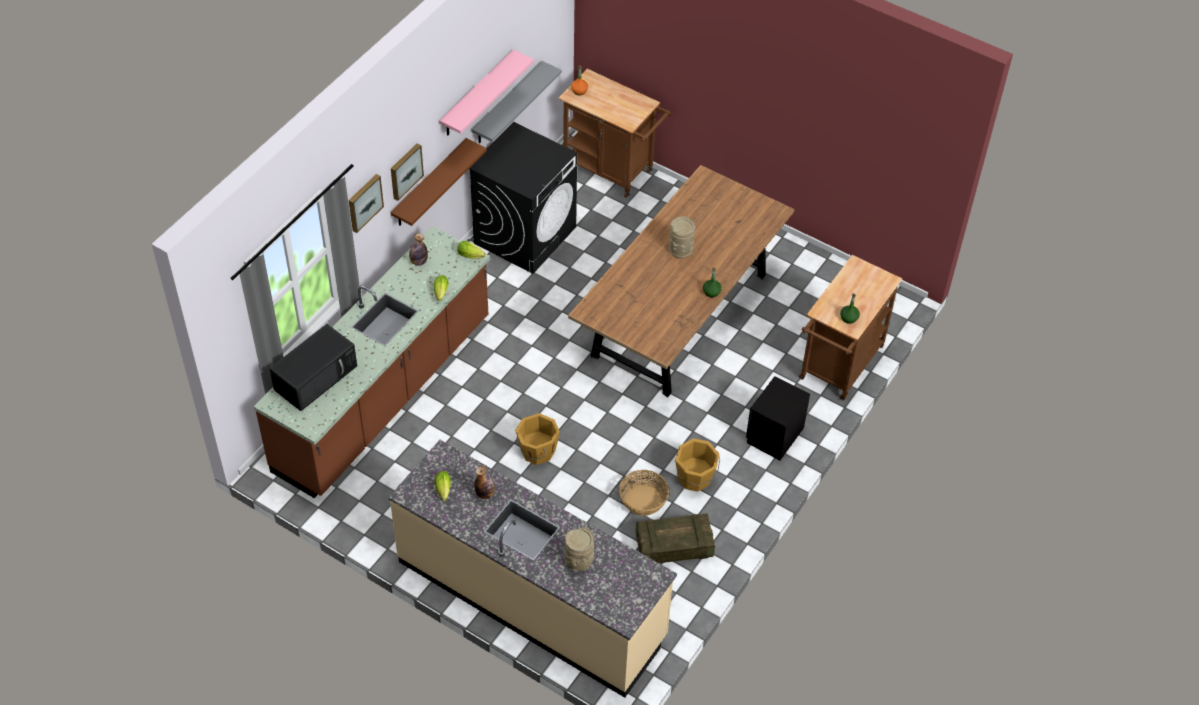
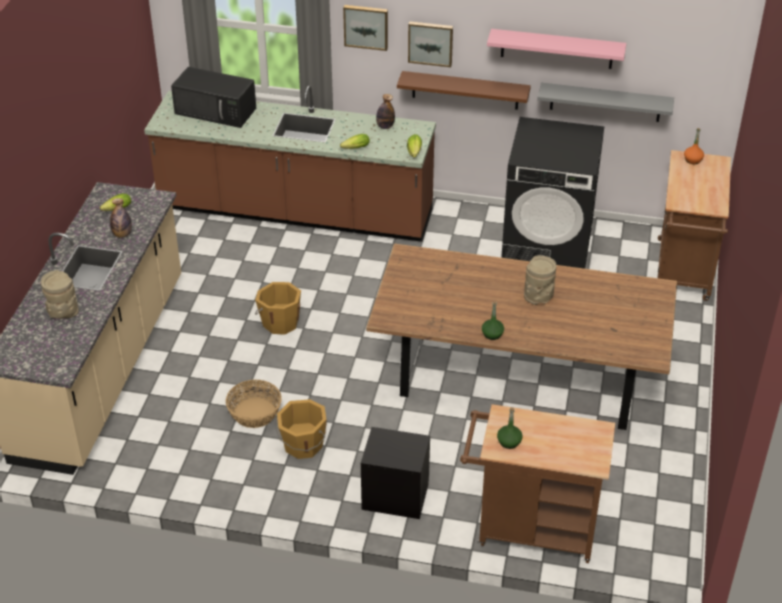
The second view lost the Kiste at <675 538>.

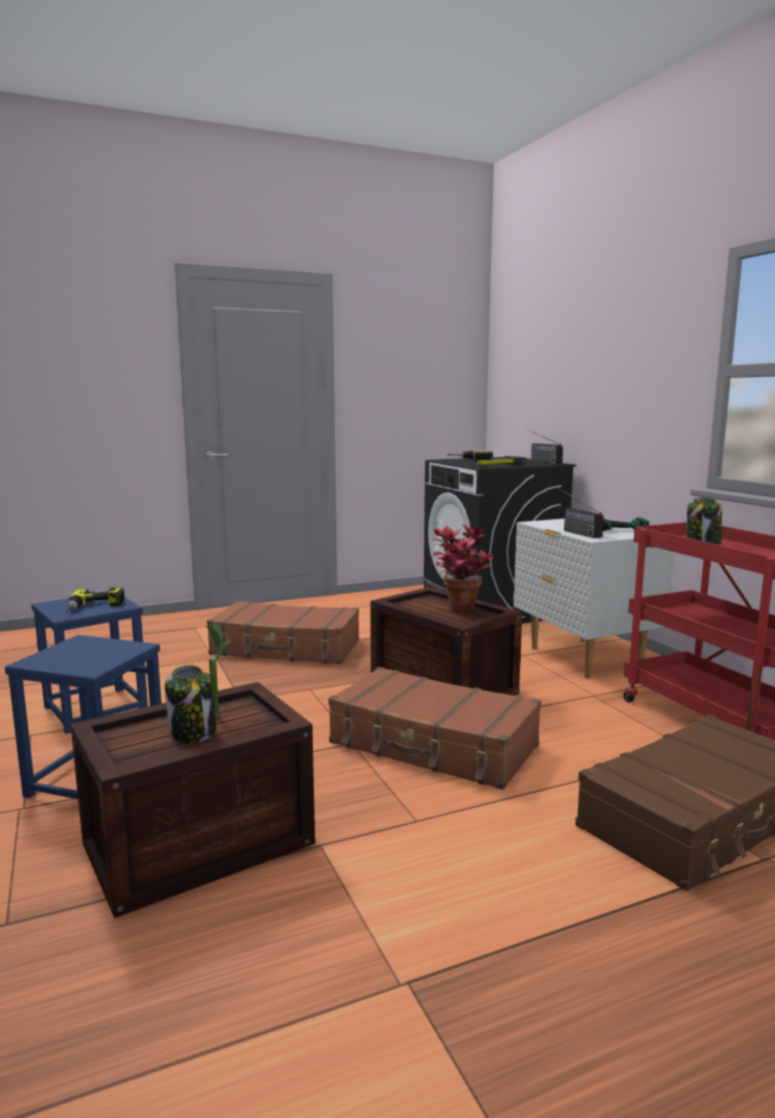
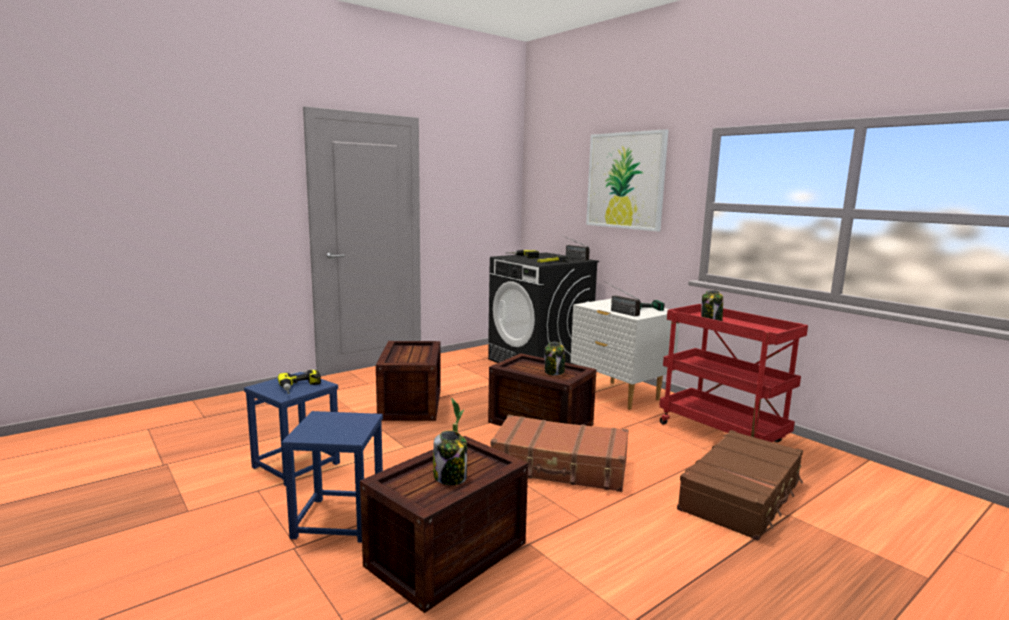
The second view gained the Bild at <627 180>.
Where the Koffer/braun stood at <283 632>, the Kiste came to stand at <408 381>.
Where the Topfpflanze stood at <463 568>, the Vorratsglas came to stand at <554 358>.

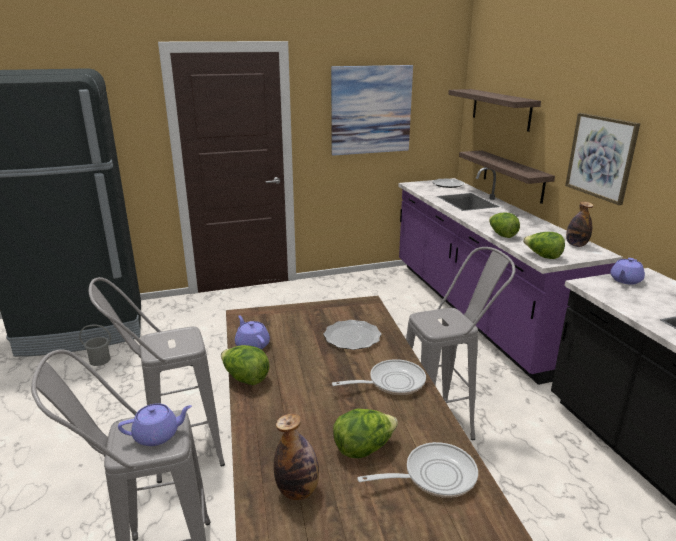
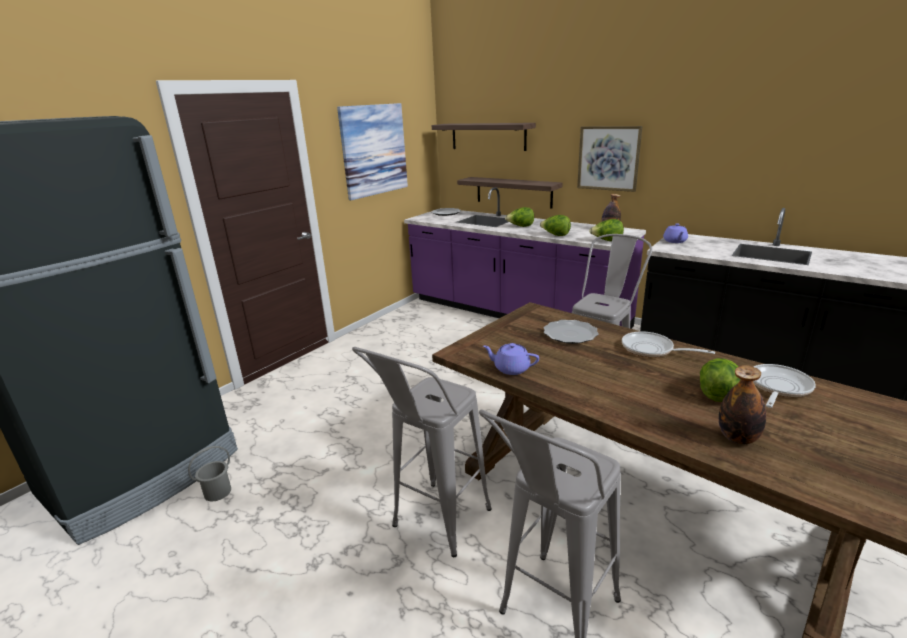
The second view lost the Teekanne/lila at <155 424>.
The Salatkopf ended up elsewhere, having gone from <245 365> to <519 217>.
The Pfanne at <379 377> ended up facing another way, 90 degrees counterclockwise from before.

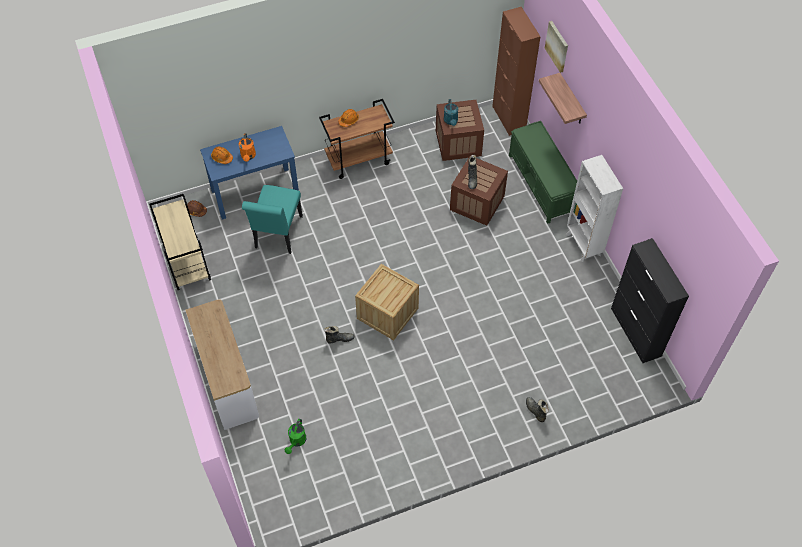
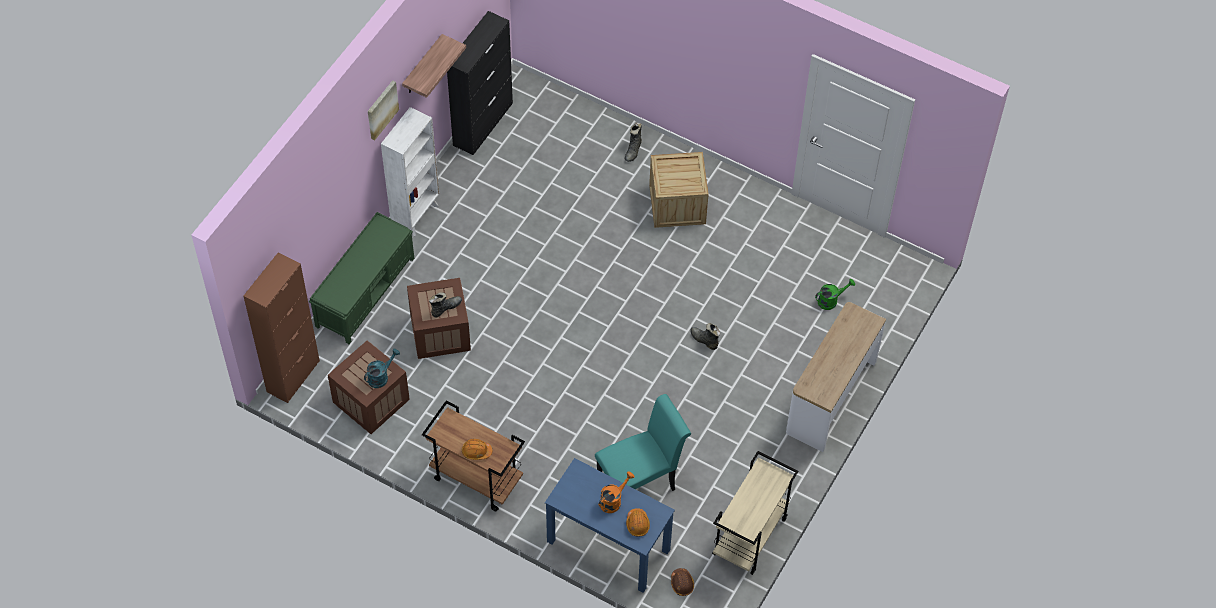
The Kiste ended up elsewhere, having gone from <387 302> to <679 190>.
The Wandregal ended up elsewhere, having gone from <563 98> to <434 66>.
The Bild ended up elsewhere, having gone from <556 47> to <383 110>.

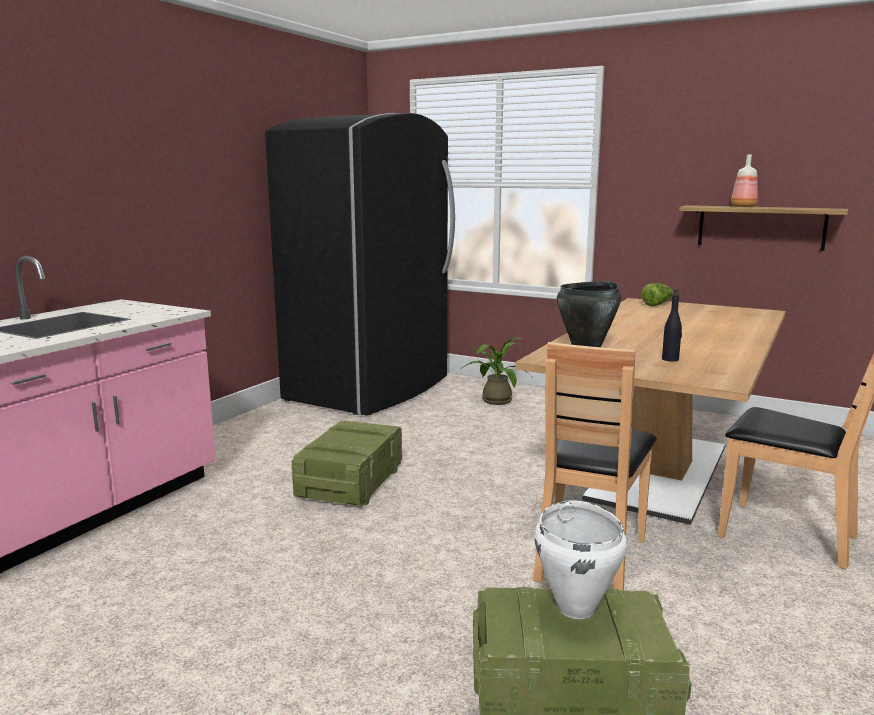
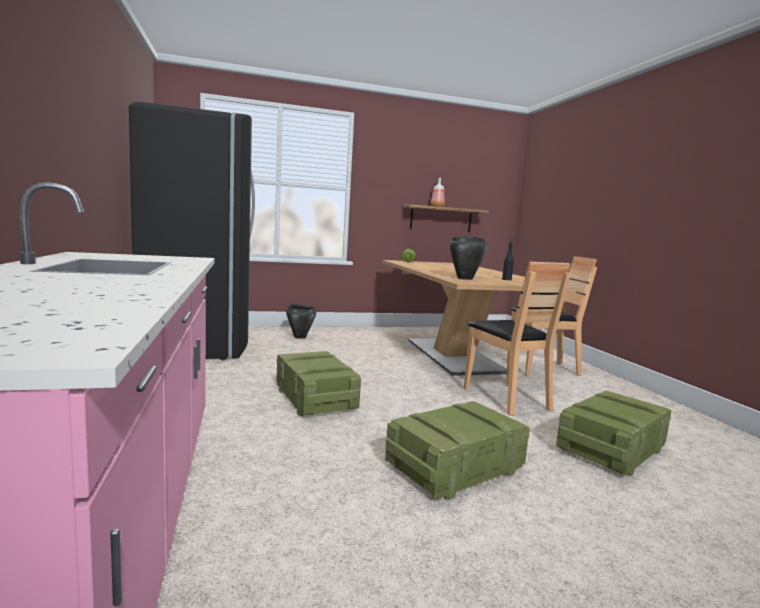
The second view lost the Kochtopf/weiß at <580 559>.
The second view gained the Kiste at <457 450>.
Where the Topfpflanze stood at <495 371>, the Kochtopf/schwarz came to stand at <301 321>.

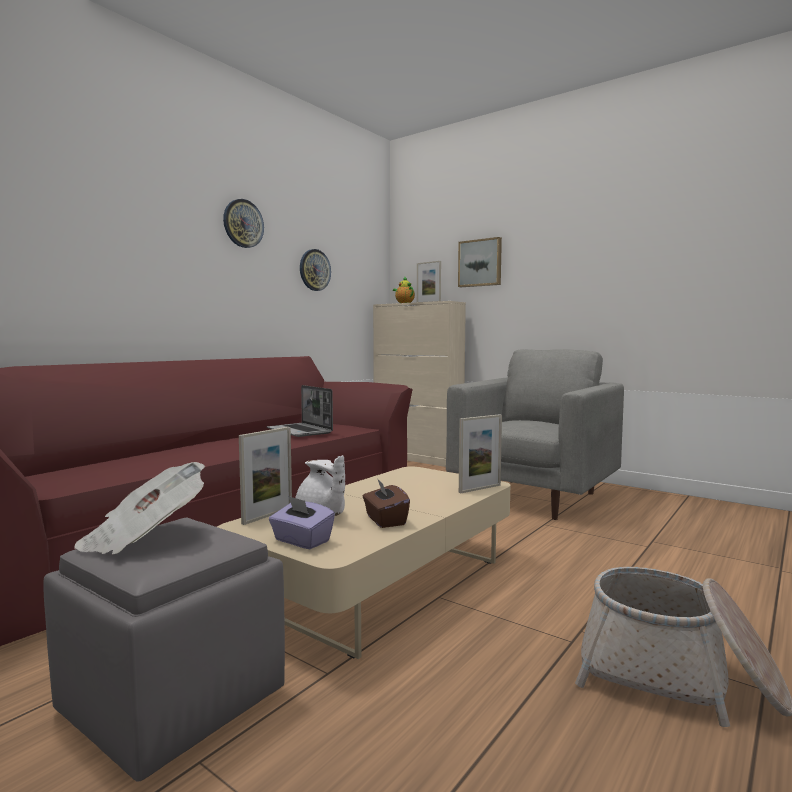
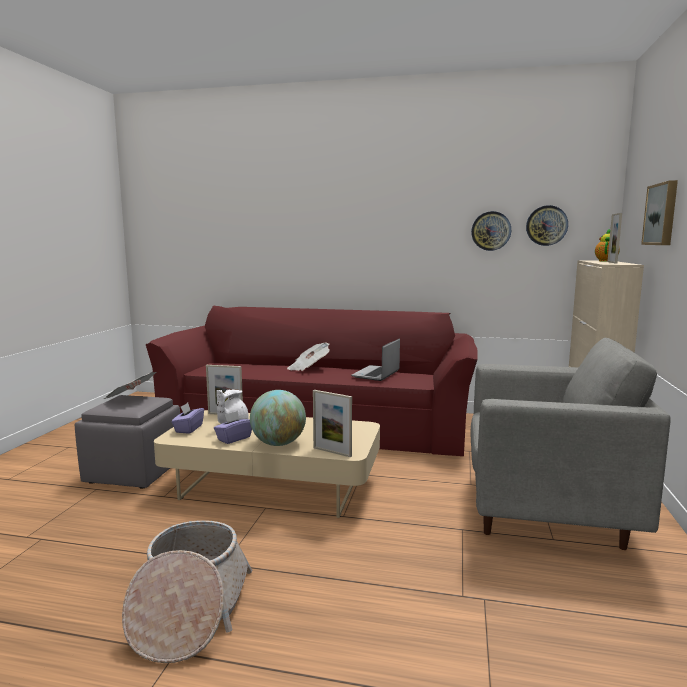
The second view gained the Globus at <278 418>.
The second view gained the Zeitung at <308 357>.
The Wanduhr ended up elsewhere, having gone from <243 223> to <547 225>.
What was the Taschentuchbox/braun at <386 504> turned into the Taschentuchbox/lila at <233 427>.

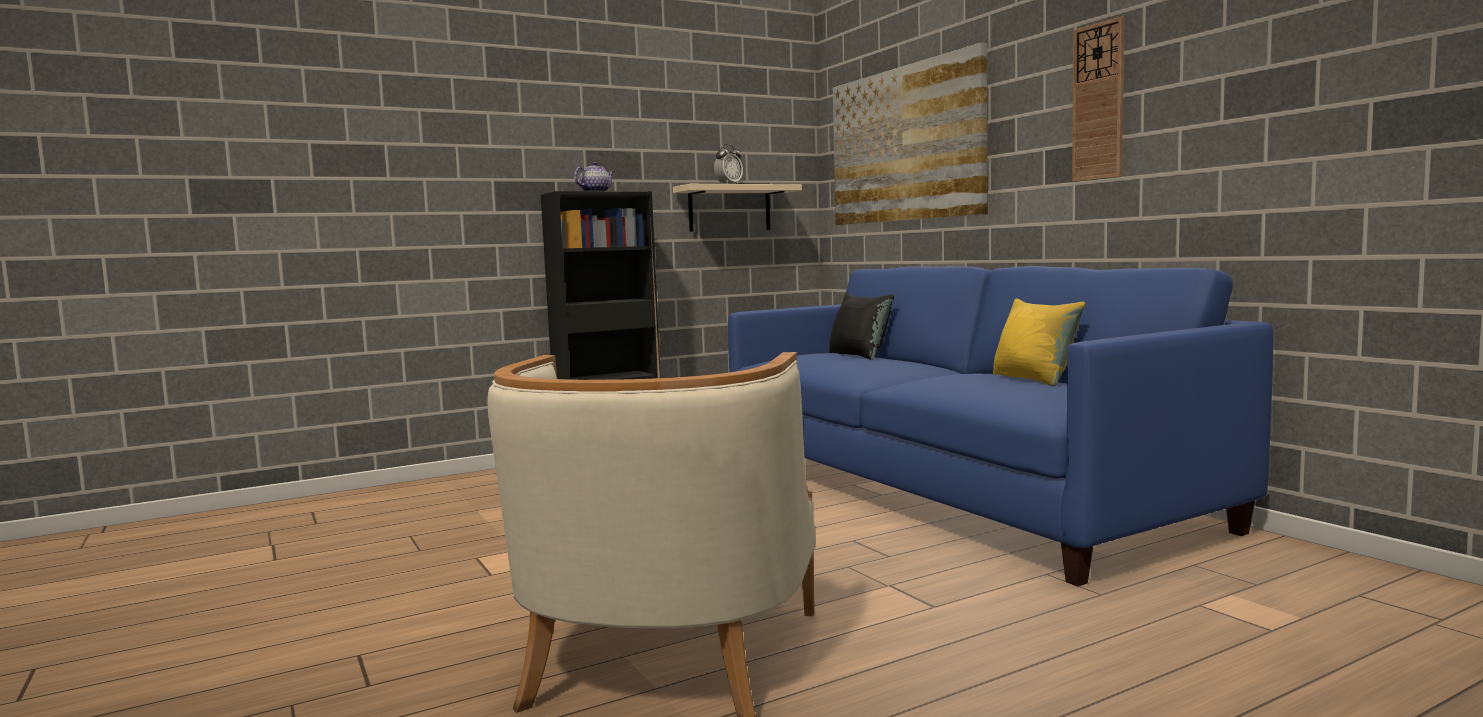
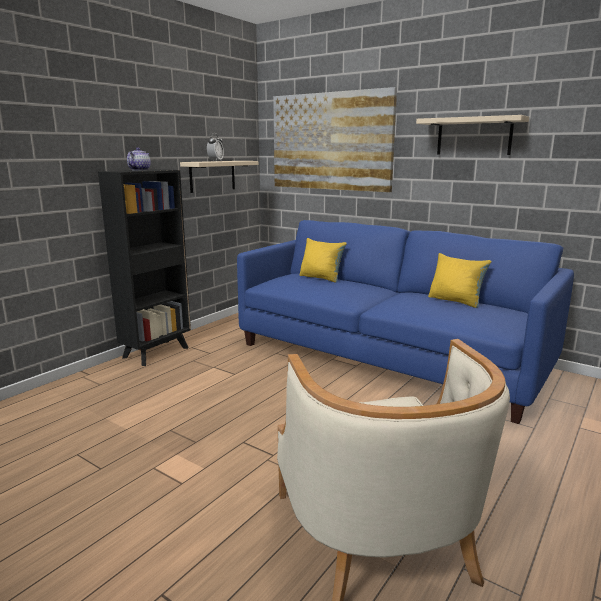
Where the Wanduhr hung at <1098 99>, the Wandregal/beige came to hang at <472 135>.
What was the Kissen/schwarz at <861 326> turned into the Kissen/gelb at <323 260>.

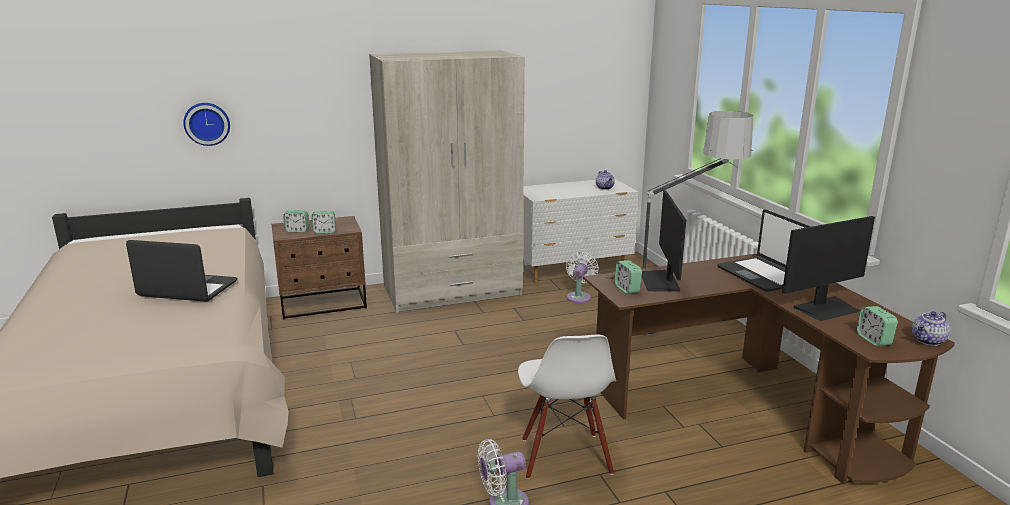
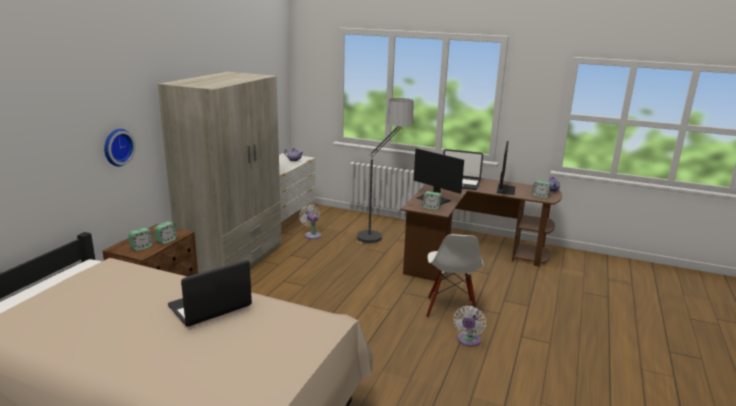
The Wanduhr ended up elsewhere, having gone from <206 124> to <120 147>.
The Stuhl/weiß at <567 407> ended up facing another way, 60 degrees clockwise from before.

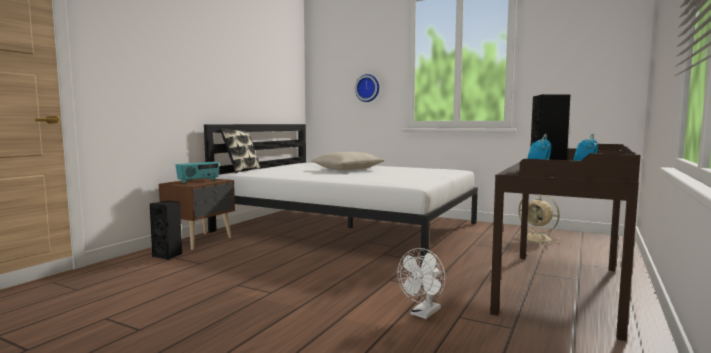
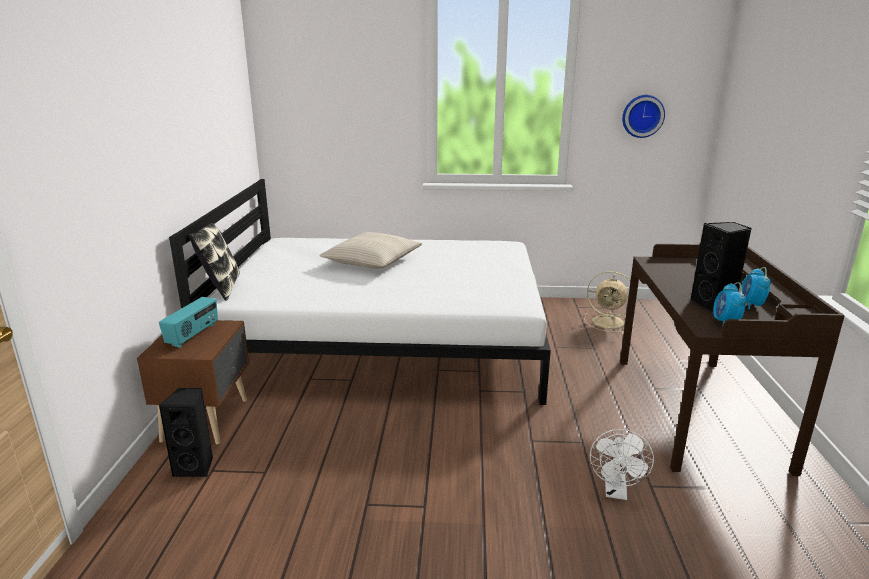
The Wanduhr ended up elsewhere, having gone from <367 88> to <643 116>.

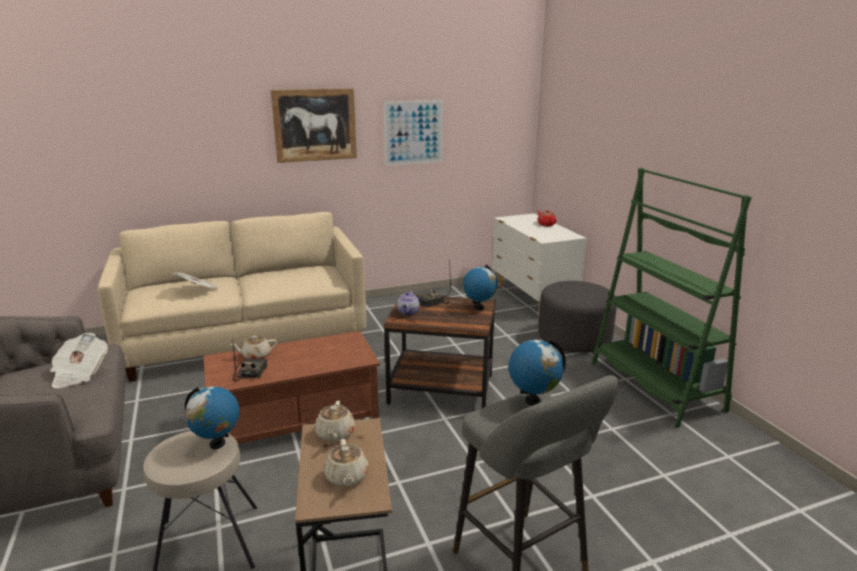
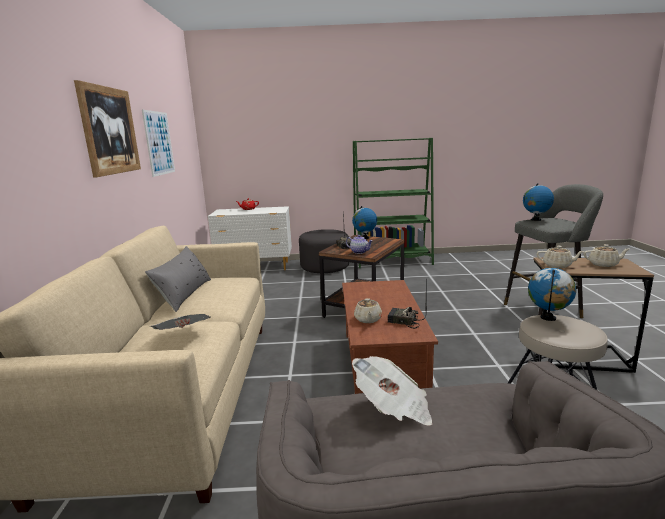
The second view gained the Kissen/grau at <178 279>.

